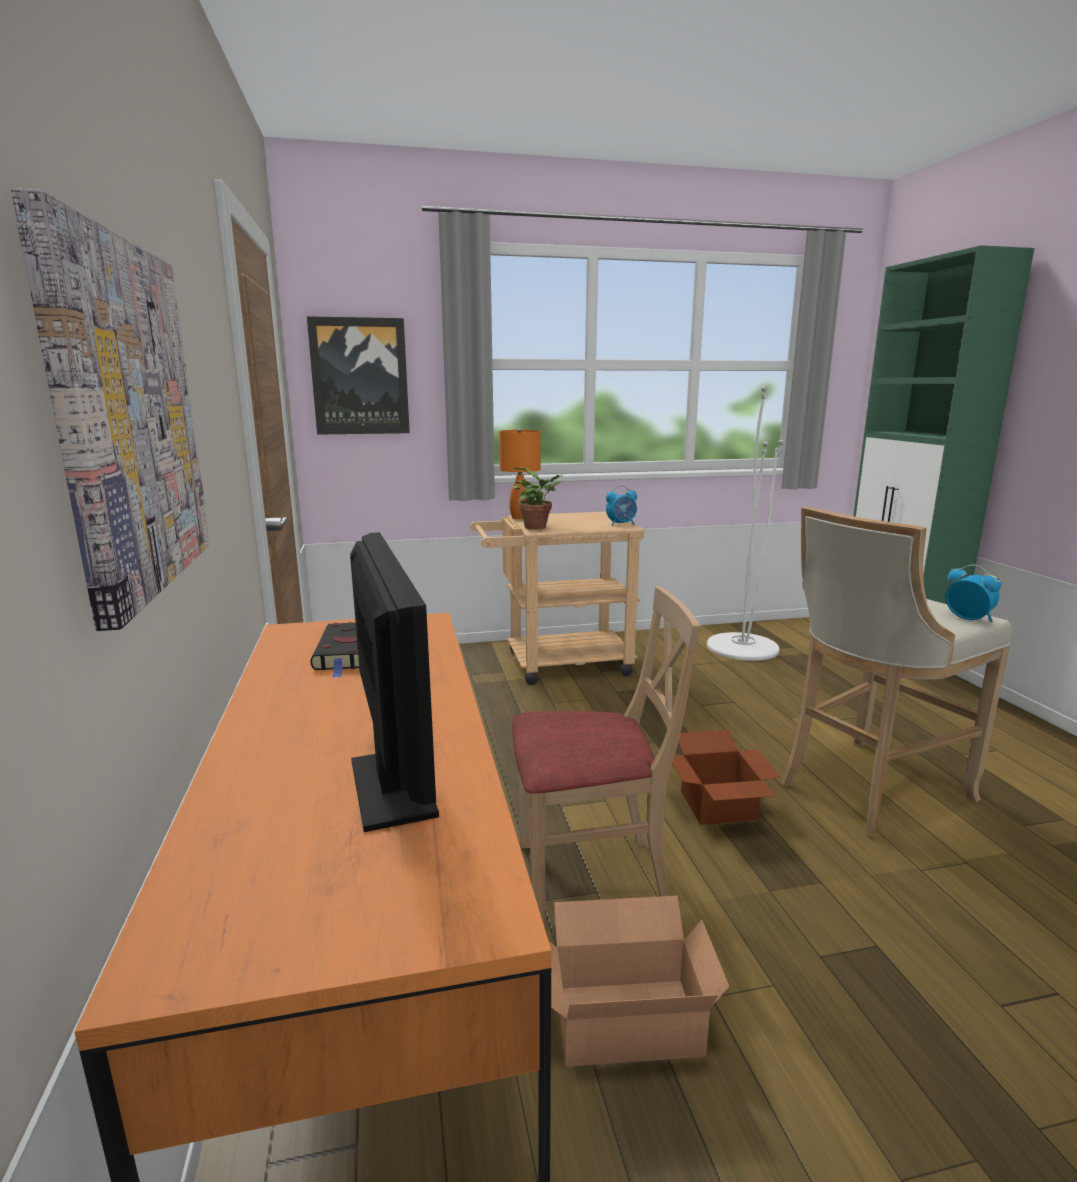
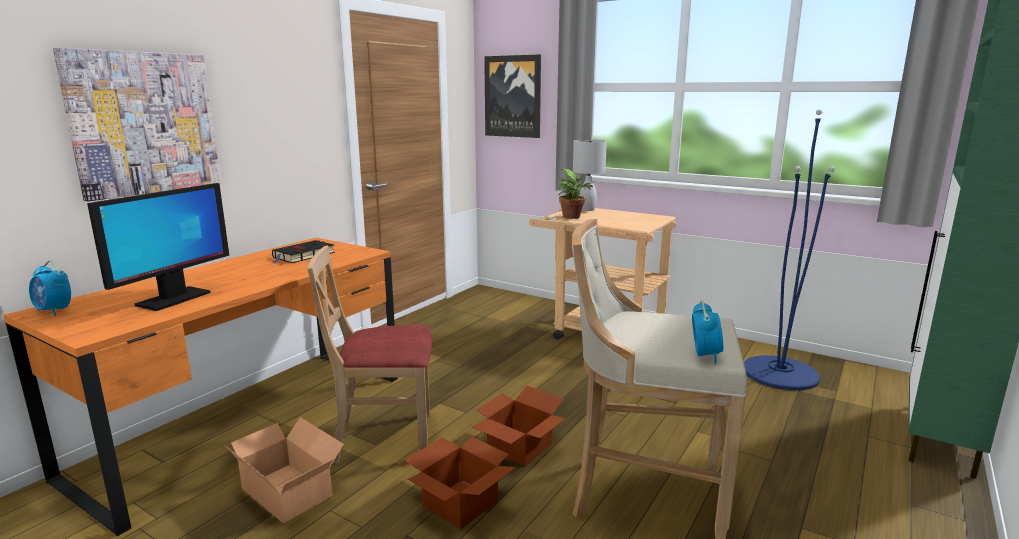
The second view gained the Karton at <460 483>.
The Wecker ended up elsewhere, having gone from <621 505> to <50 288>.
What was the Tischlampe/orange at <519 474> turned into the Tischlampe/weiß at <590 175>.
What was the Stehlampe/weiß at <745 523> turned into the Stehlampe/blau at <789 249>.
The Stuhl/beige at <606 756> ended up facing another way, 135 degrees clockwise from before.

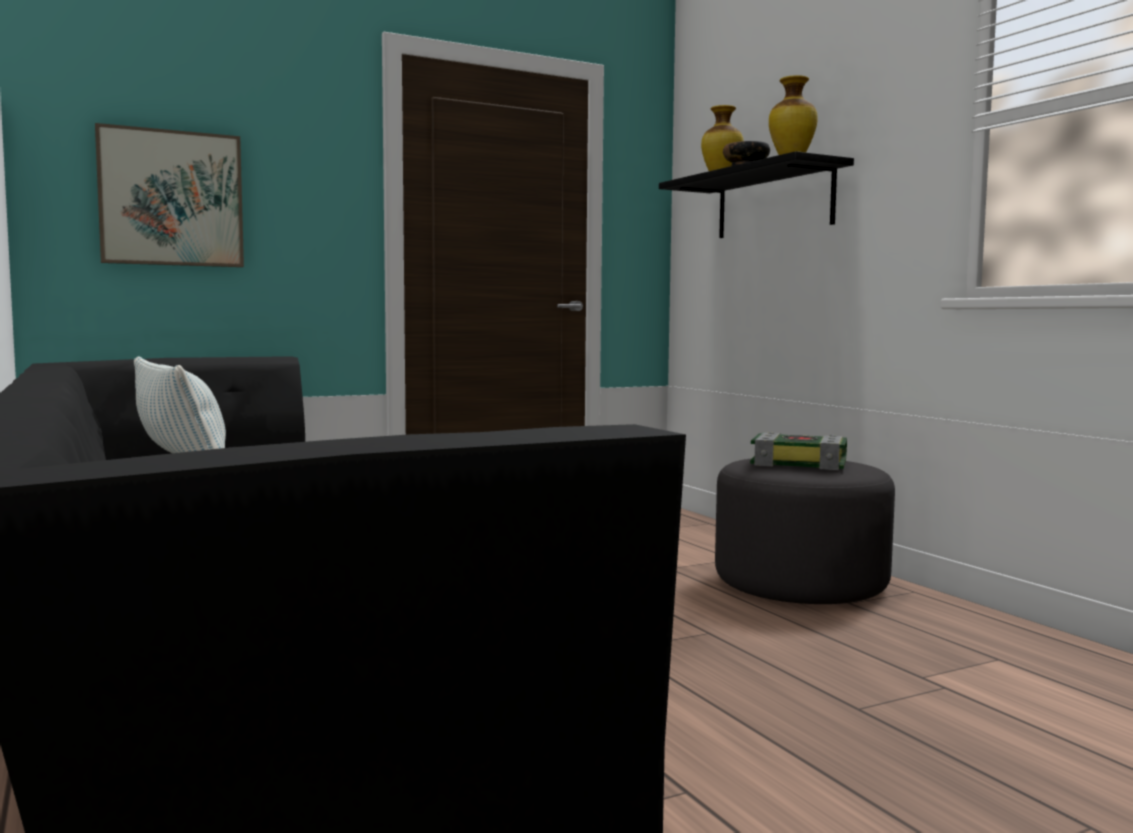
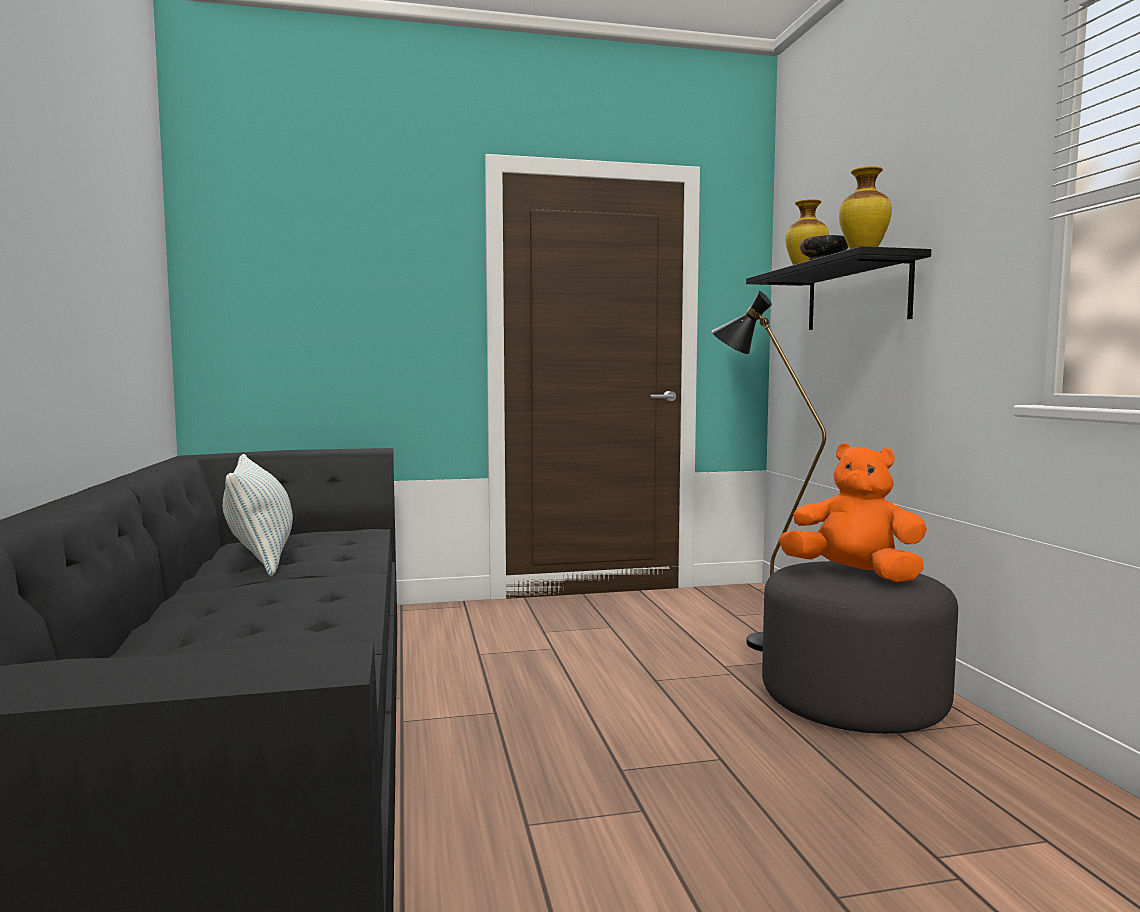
The second view lost the Bild at <169 195>.
The second view gained the Stehlampe/schwarz at <769 471>.
Where the Buch stood at <798 451>, the Plüschtier/orange came to stand at <853 512>.

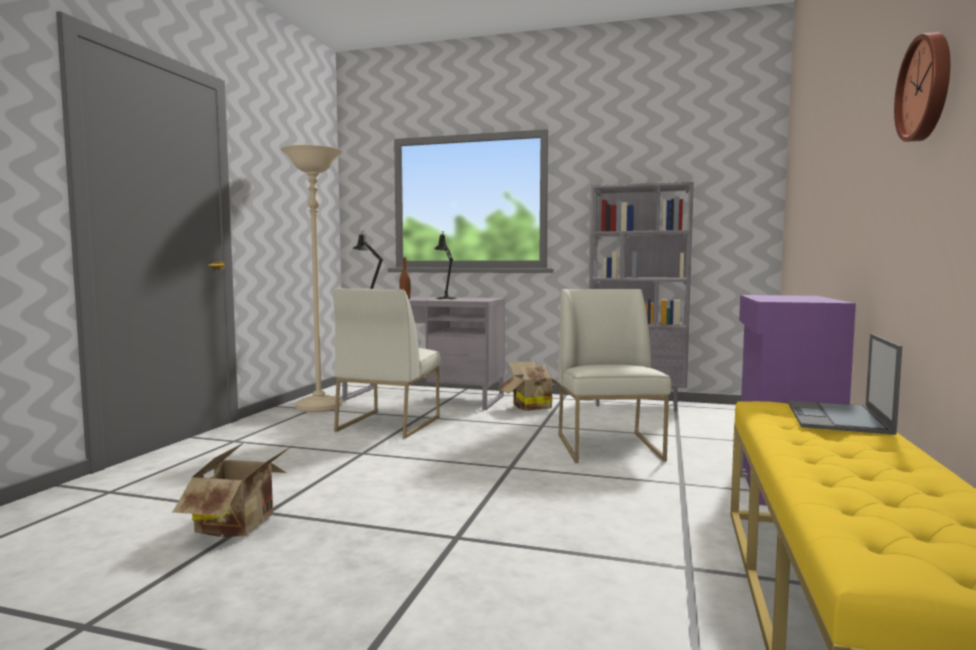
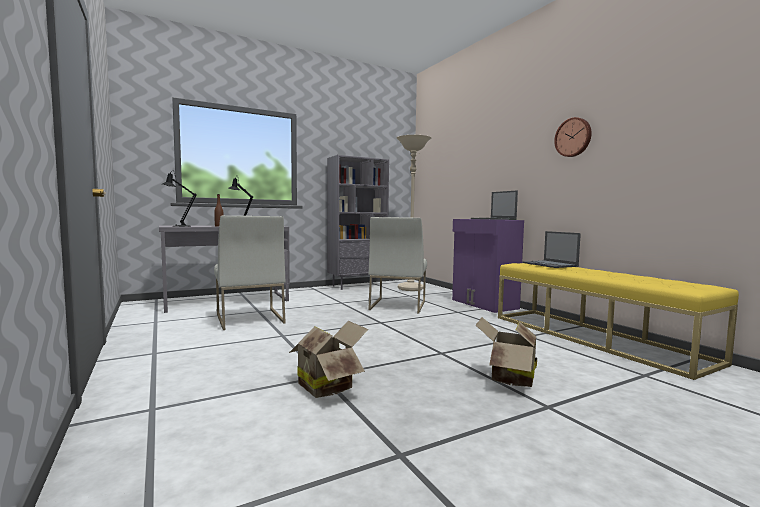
The second view gained the Laptop at <494 205>.
The Stehlampe/beige ended up elsewhere, having gone from <312 278> to <413 213>.
The Karton ended up elsewhere, having gone from <529 386> to <506 352>.
The Stuhl/weiß at <614 376> ended up facing another way, 120 degrees counterclockwise from before.

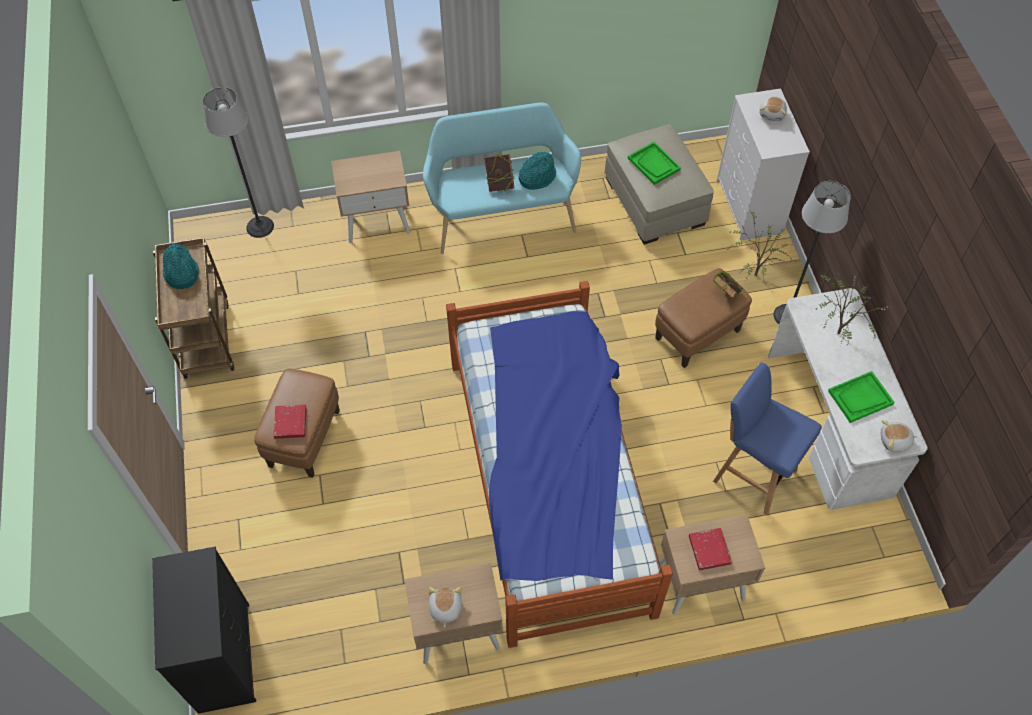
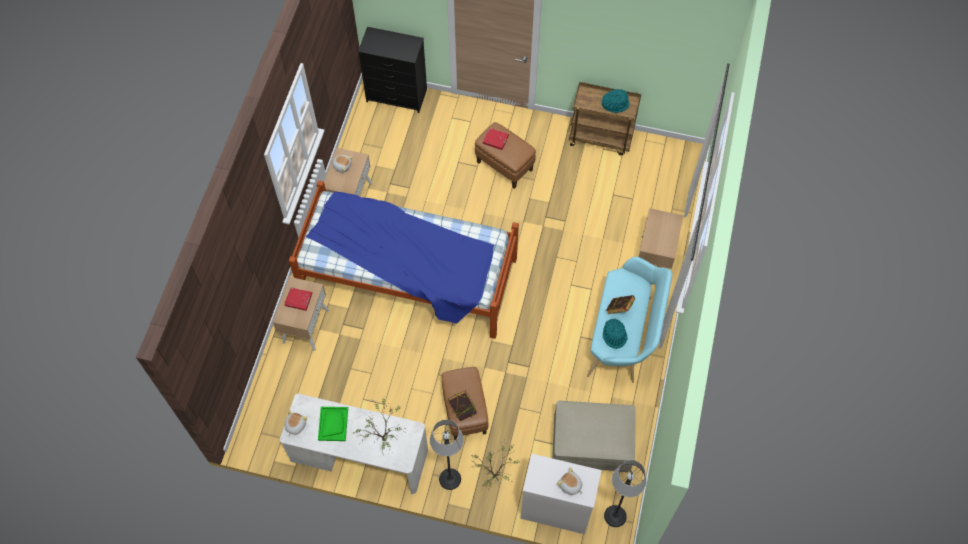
The second view lost the Tablett/grün at <654 163>.
The second view lost the Hocker/blau at <767 439>.
The Stehlampe ended up elsewhere, having gone from <238 162> to <625 493>.

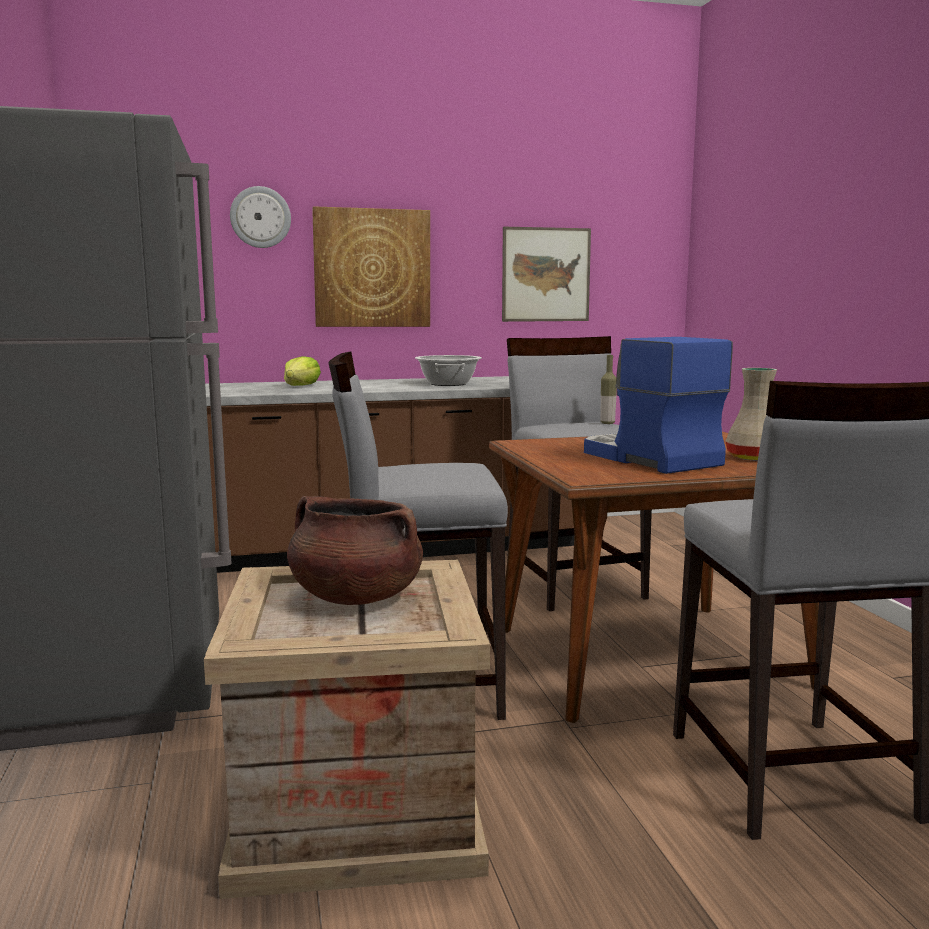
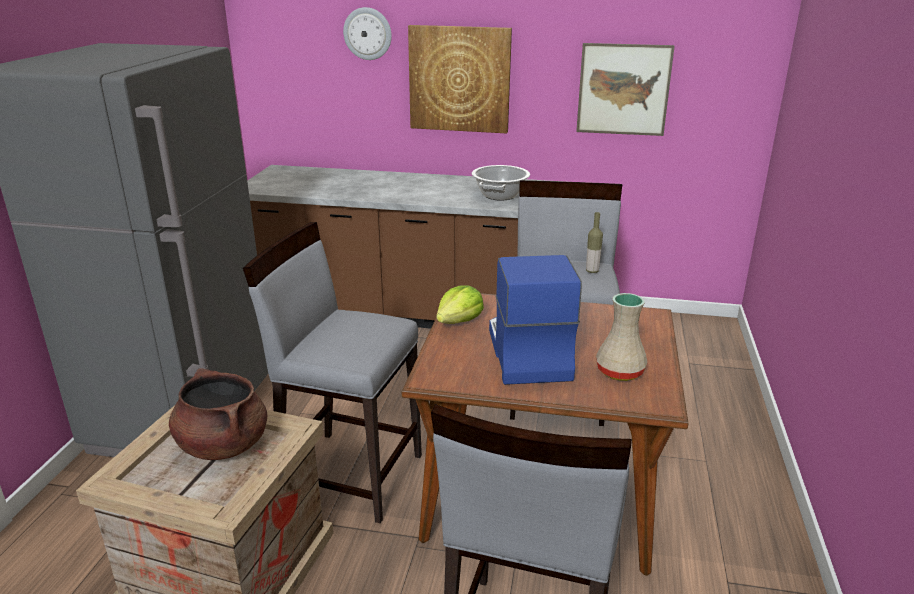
The Salatkopf ended up elsewhere, having gone from <302 371> to <460 304>.

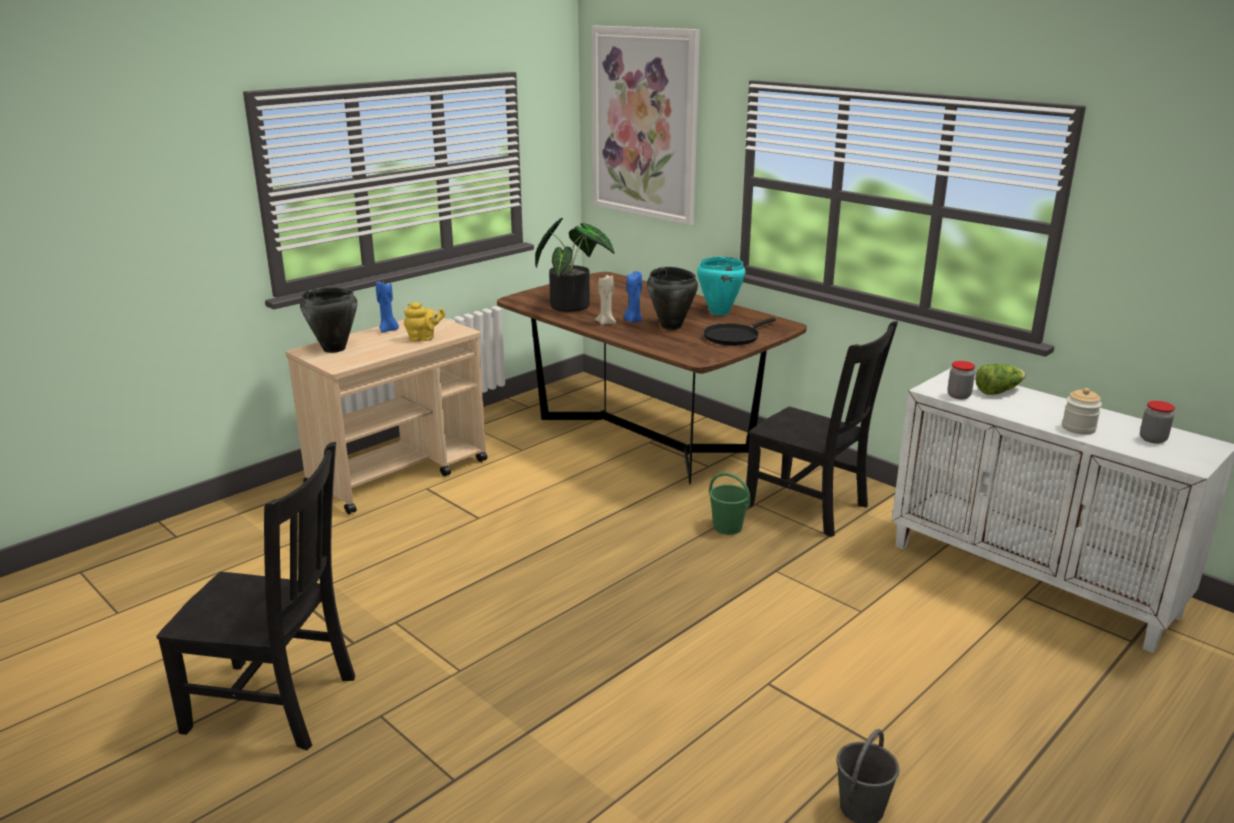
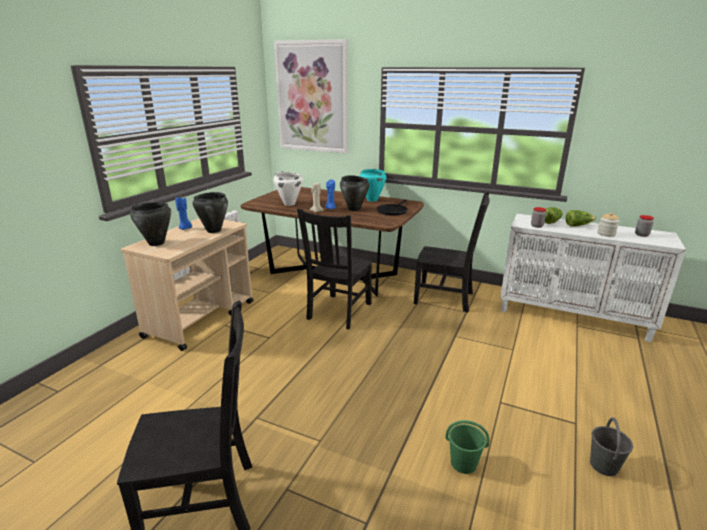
The second view gained the Stuhl/schwarz at <334 268>.
The second view gained the Salatkopf at <581 218>.
The Eimer/grün ended up elsewhere, having gone from <729 503> to <467 447>.
Where the Teekanne/gelb stood at <424 322>, the Kochtopf/schwarz came to stand at <210 212>.
Where the Topfpflanze stood at <574 265>, the Kochtopf/weiß came to stand at <288 189>.

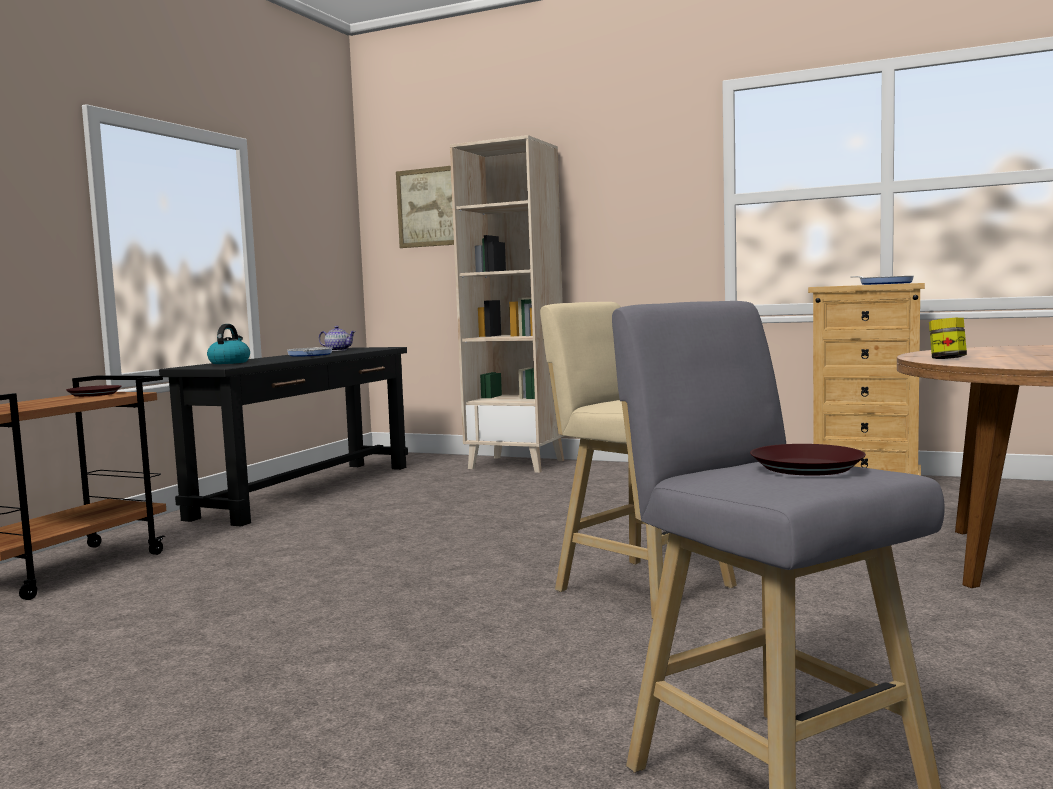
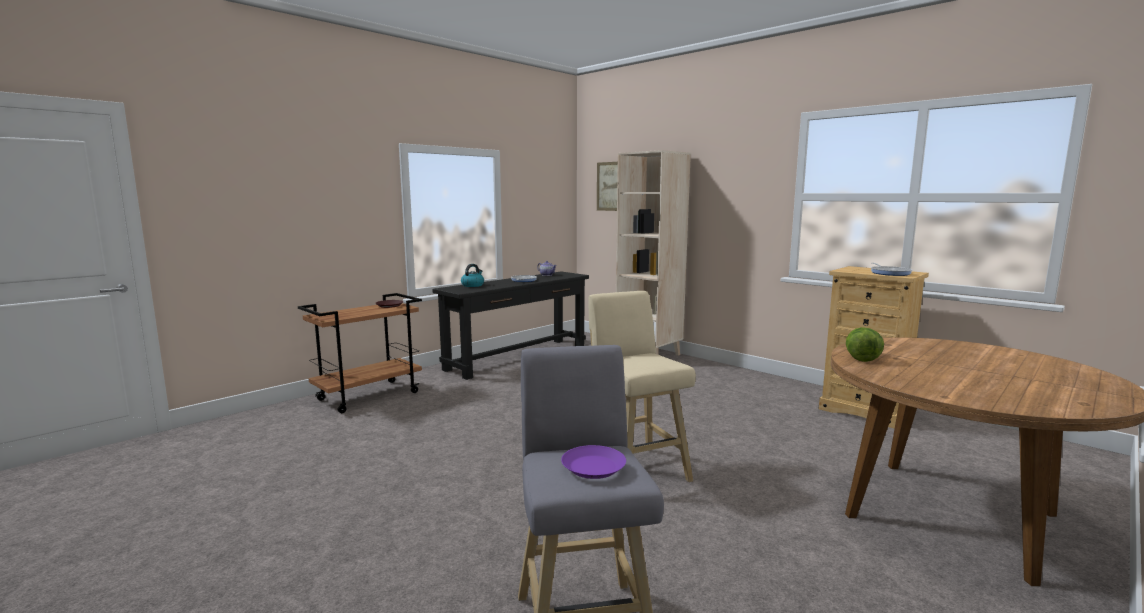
Where the Vorratsglas stood at <948 338>, the Salatkopf came to stand at <865 344>.
What was the Teller/braun at <808 460> turned into the Teller/lila at <593 462>.

